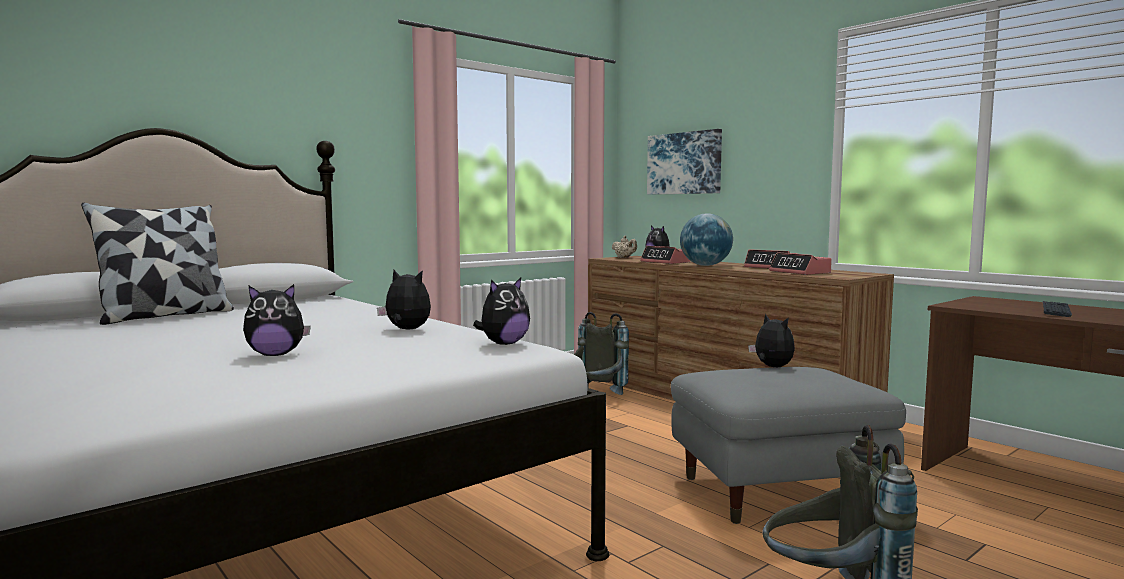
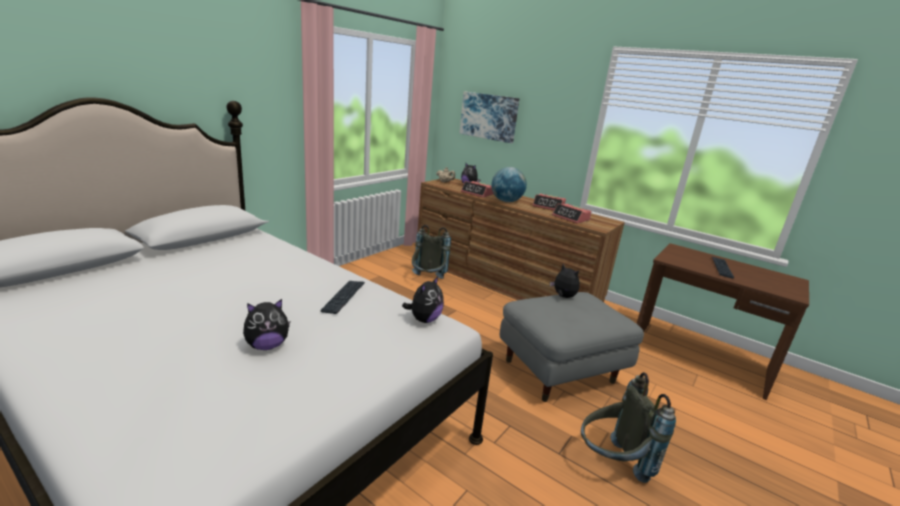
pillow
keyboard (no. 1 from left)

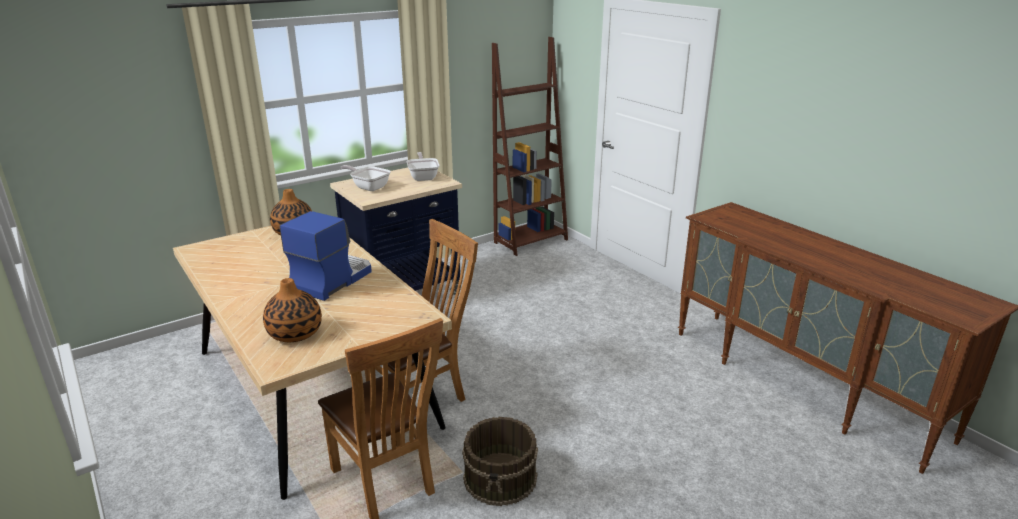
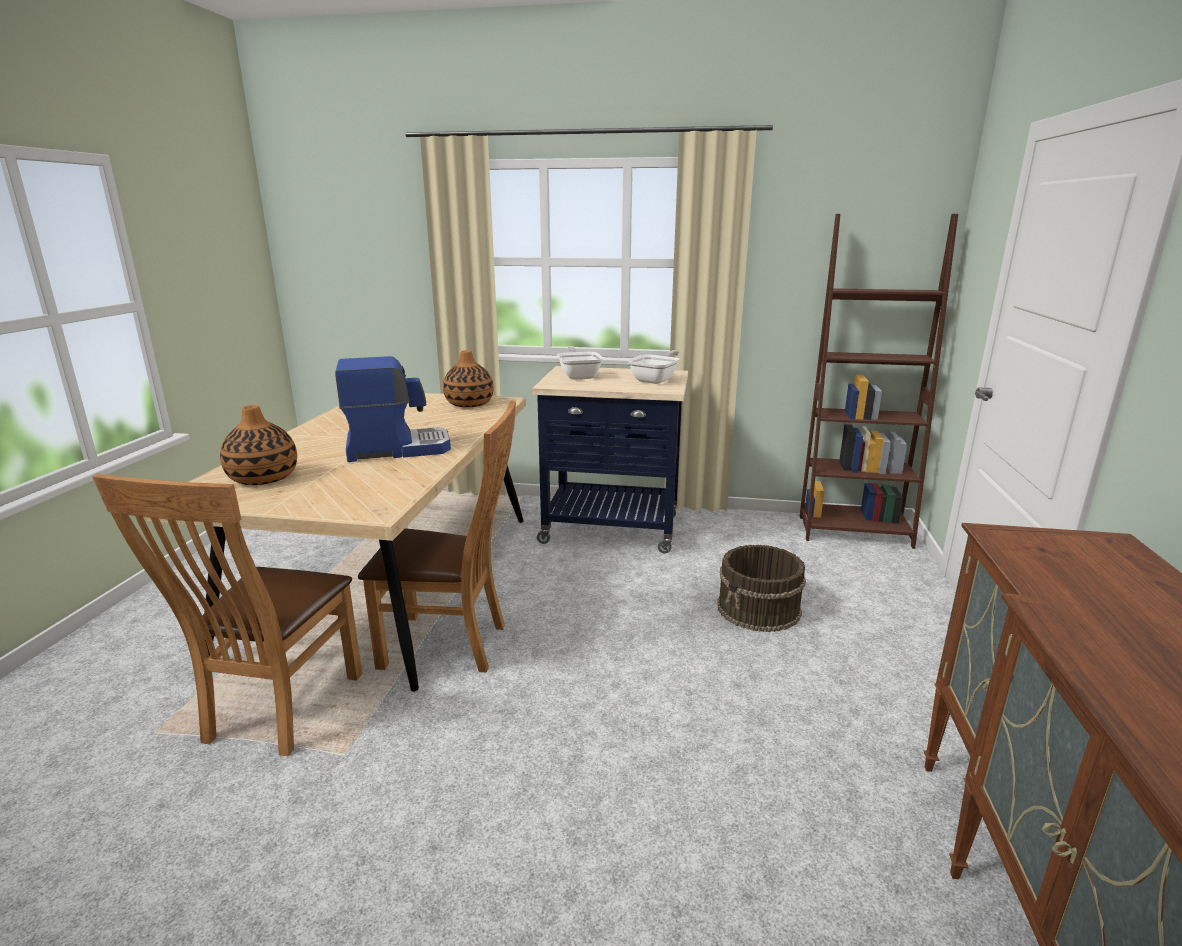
brown bucket

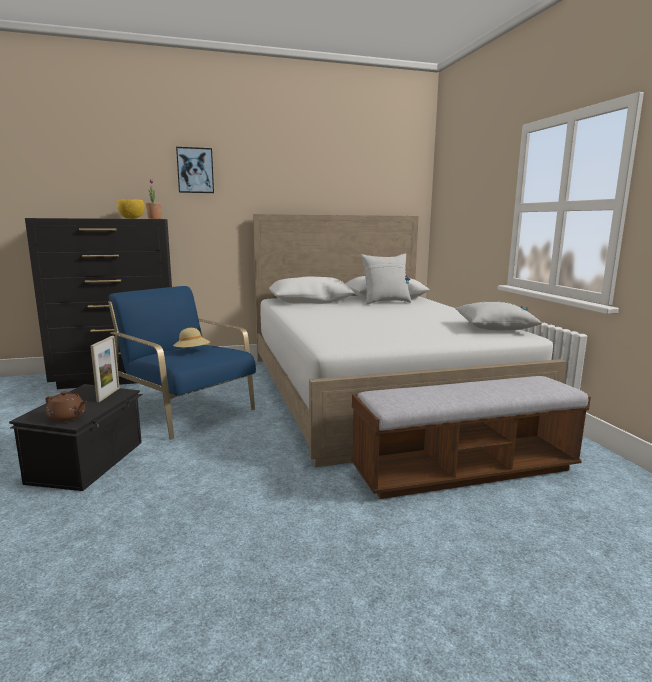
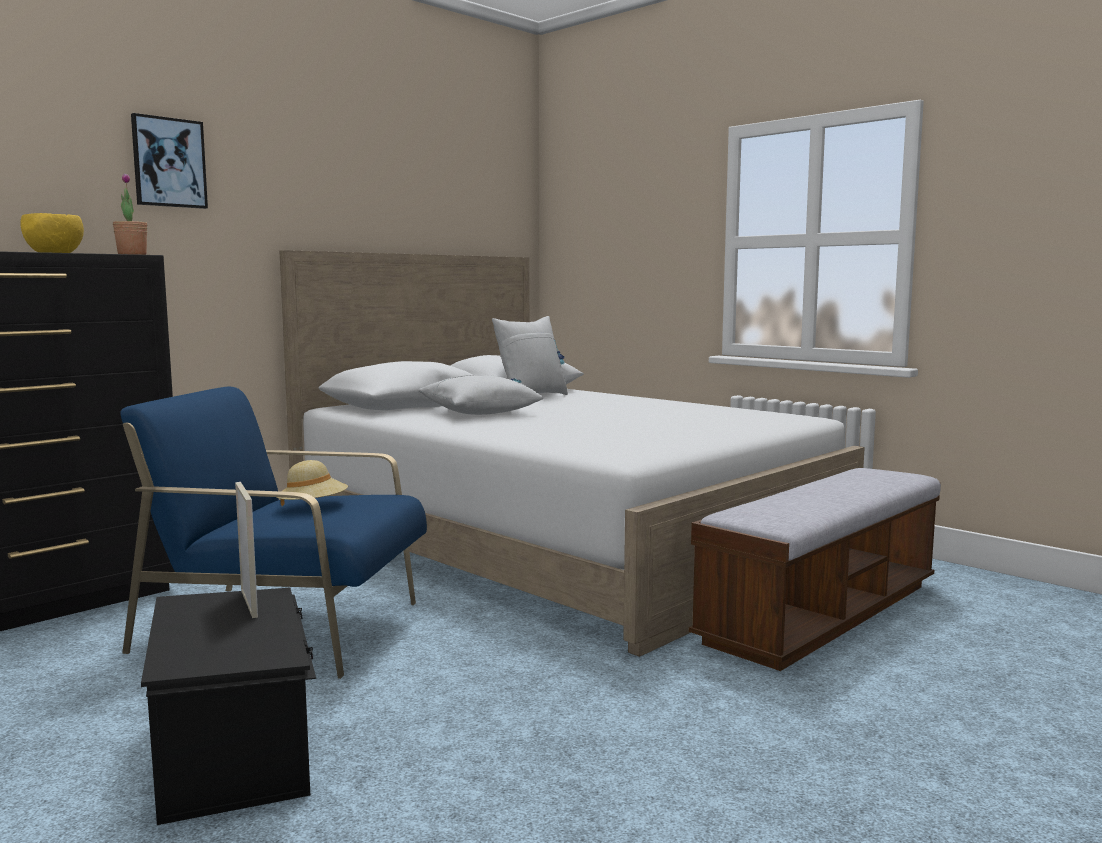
brown teapot
grey pillow (no. 1 from left)

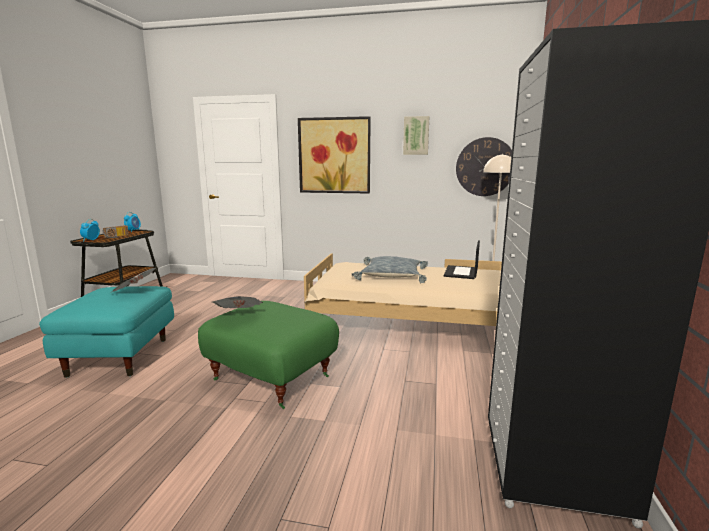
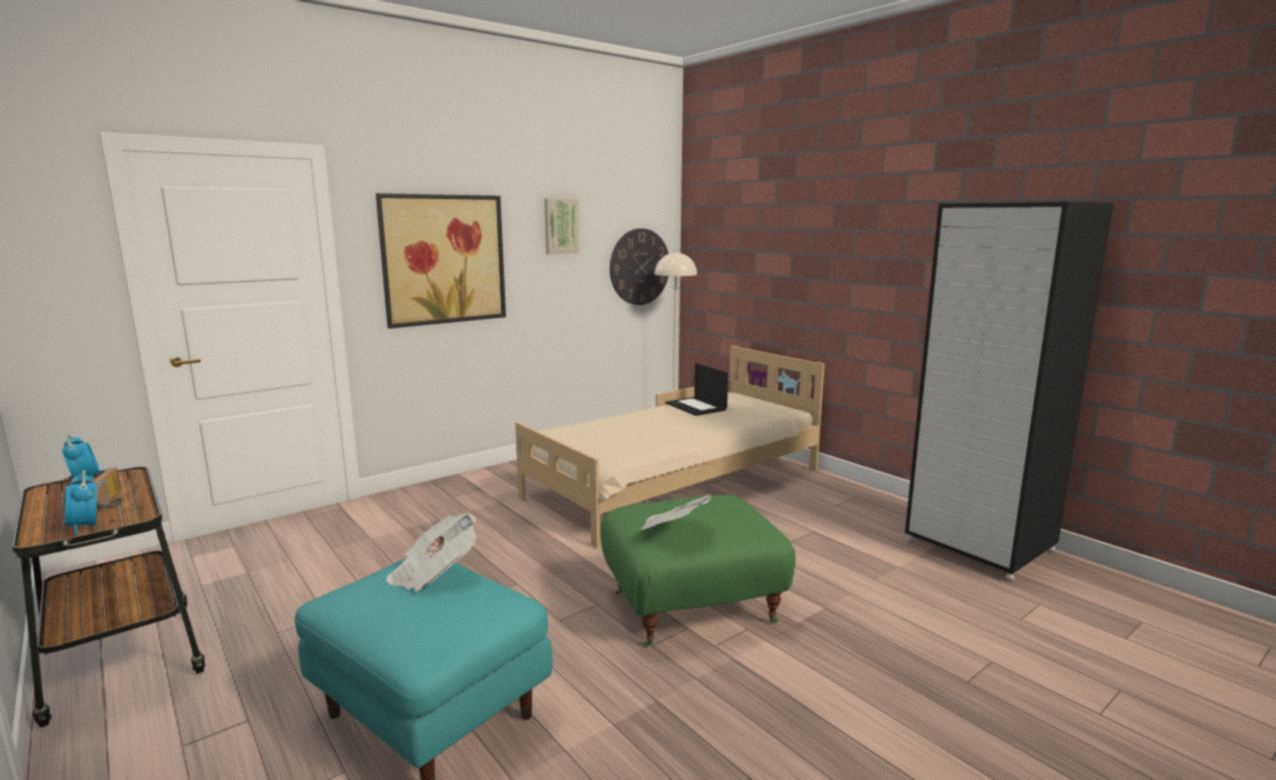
pillow

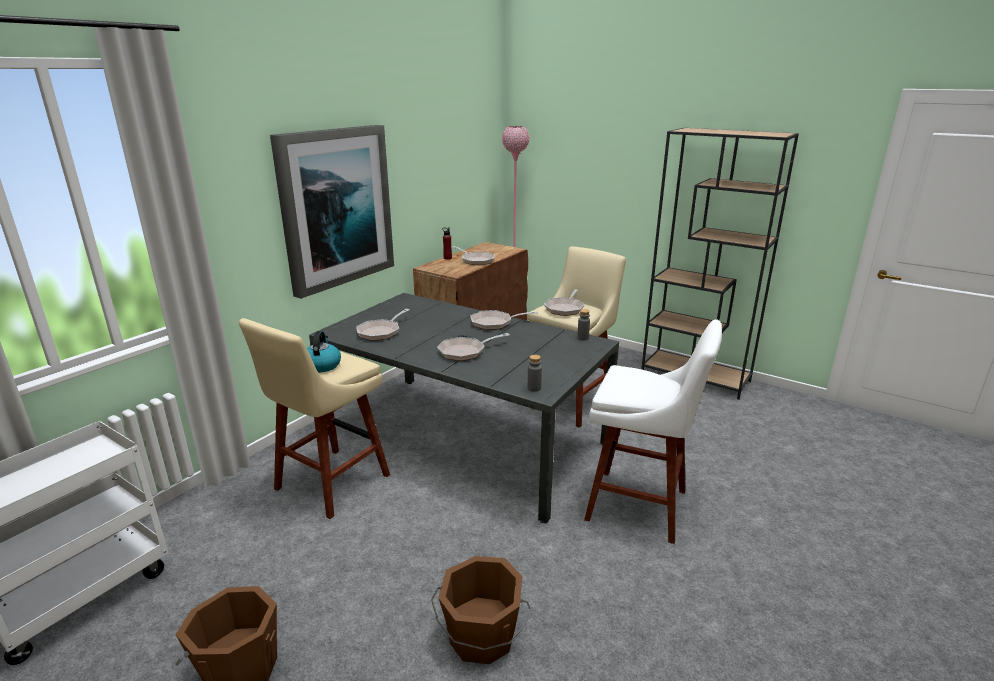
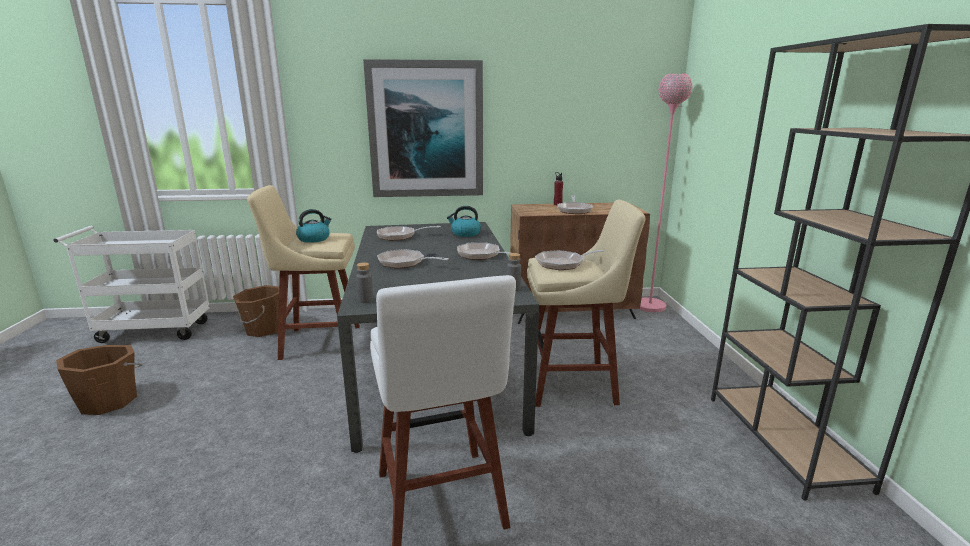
kettle (no. 2 from left)
brown bucket (no. 2 from left)

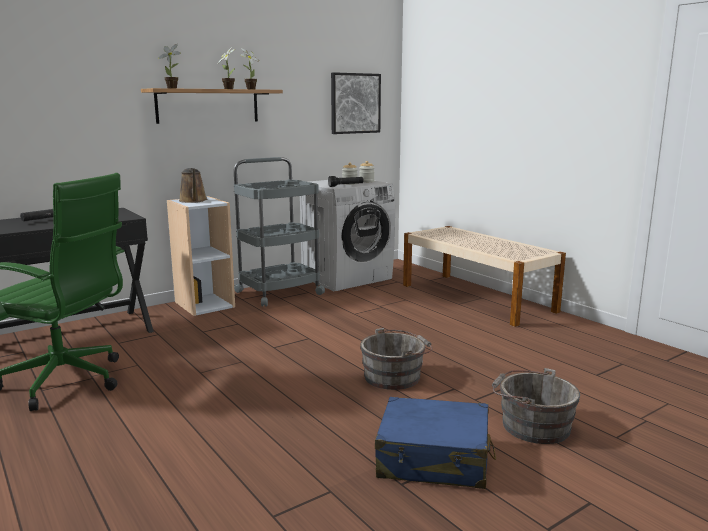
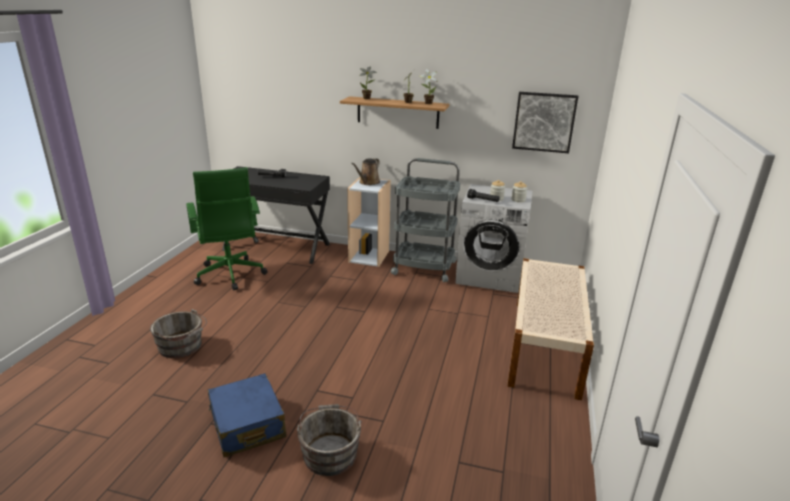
grey bucket (no. 1 from left)

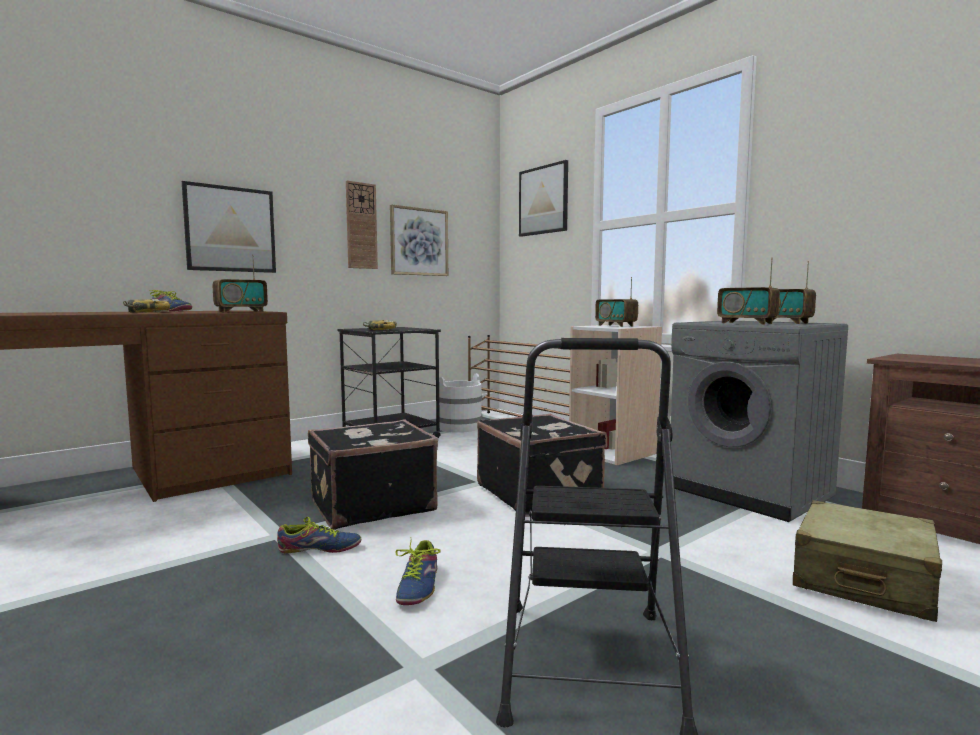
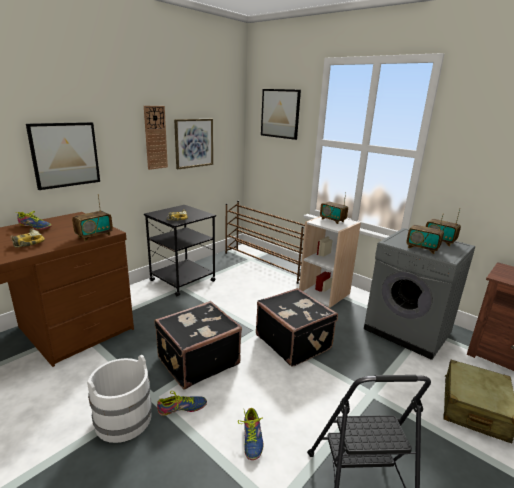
white bucket

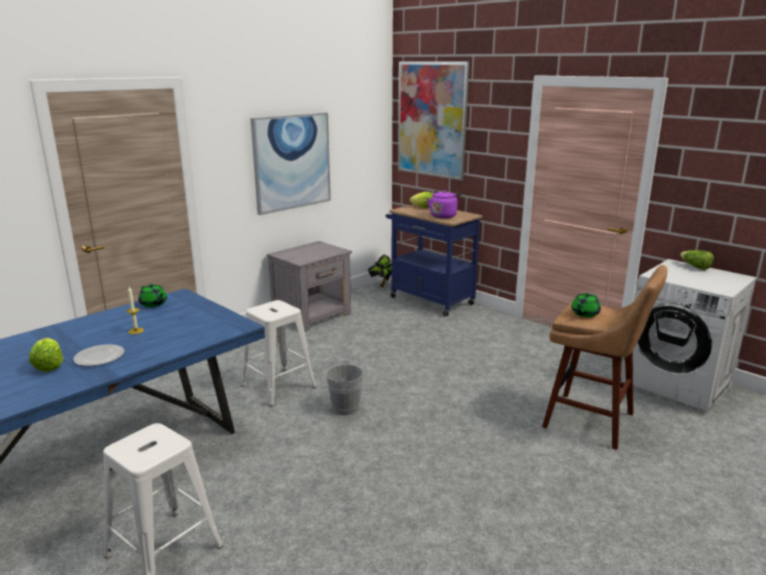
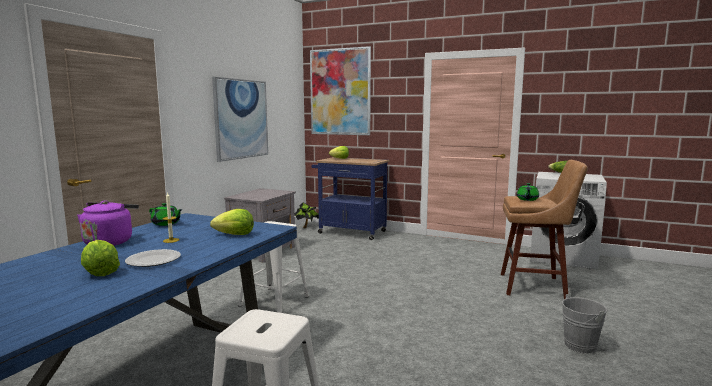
lettuce (no. 2 from left)
grey bucket
purple kettle

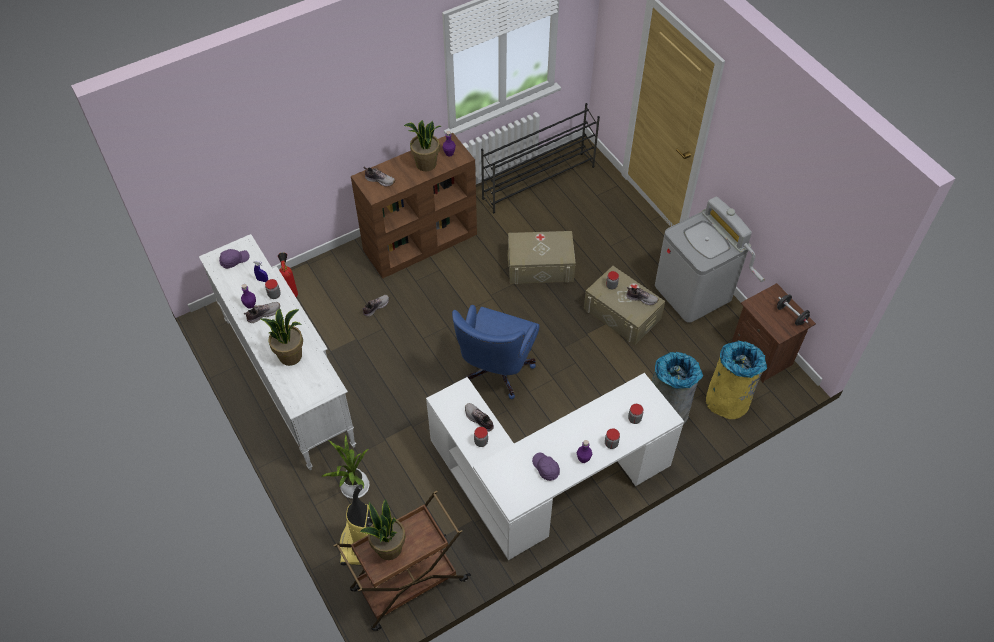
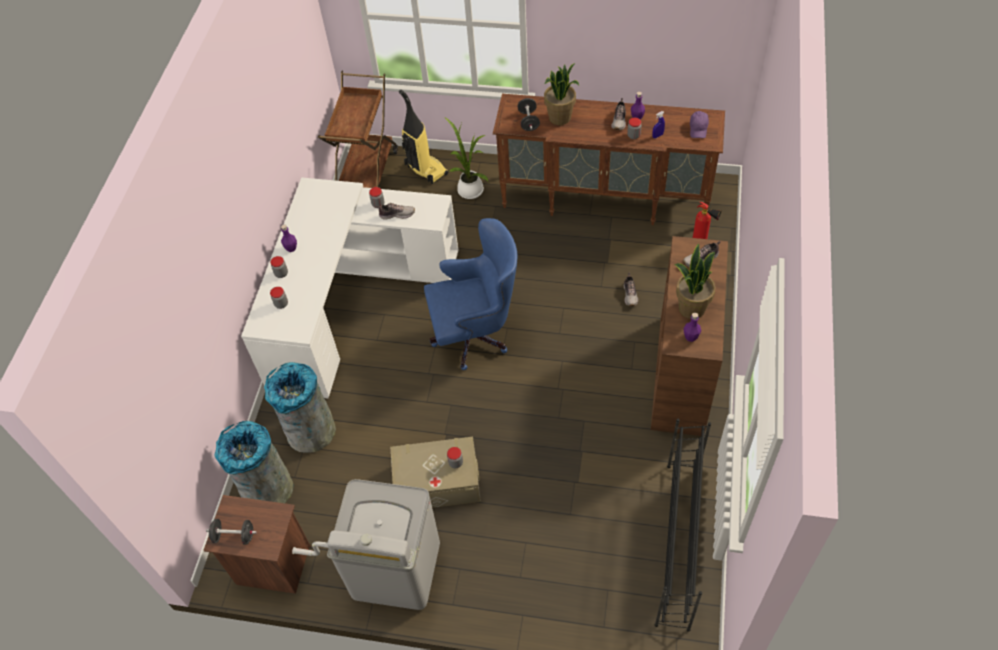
potted plant (no. 3 from left in the first image)
beige storage box (no. 1 from left in the first image)
purple cap (no. 2 from left in the first image)
shoe (no. 5 from left in the first image)
black dumbbell (no. 2 from left)
brown cabinet
grey trash can (no. 1 from left)
blue office chair

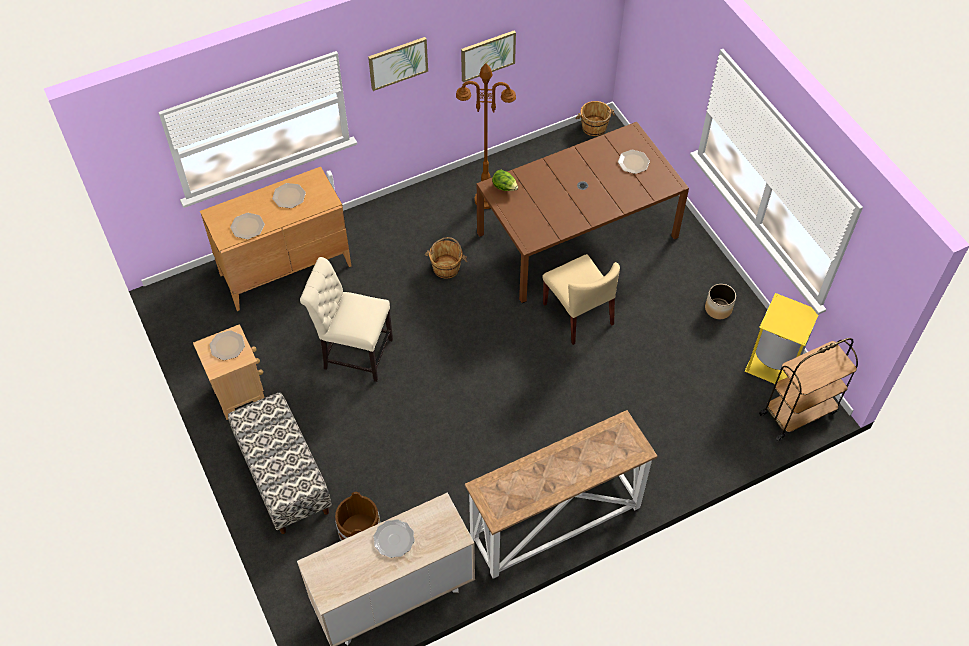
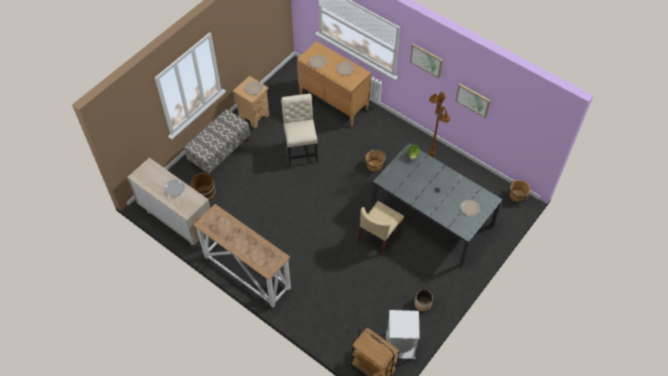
grey dining table
white trash can

